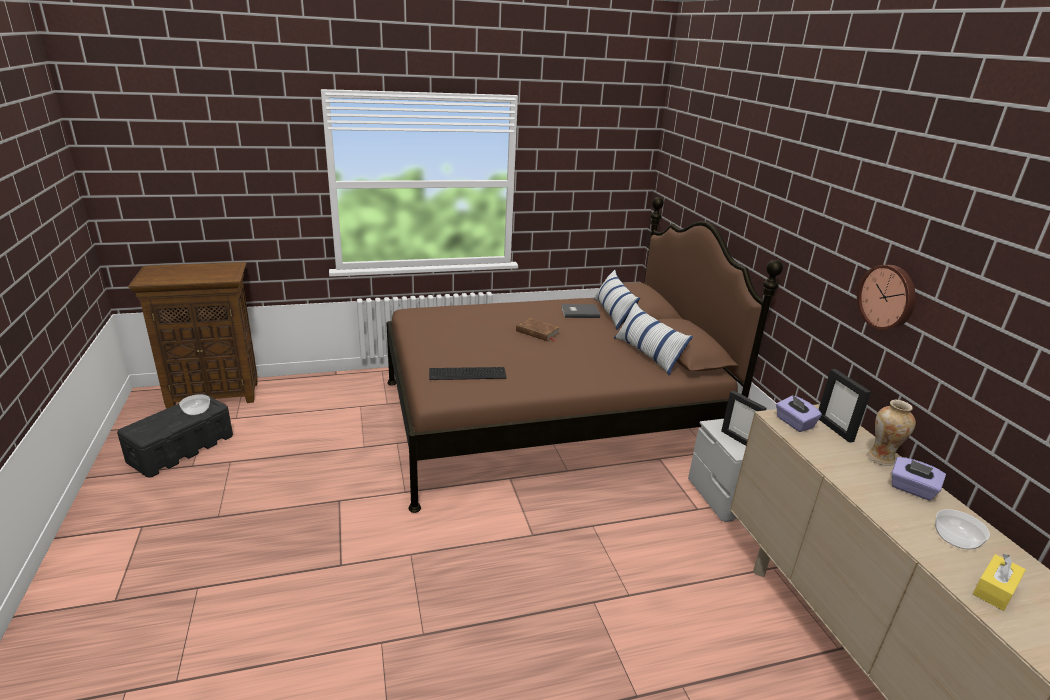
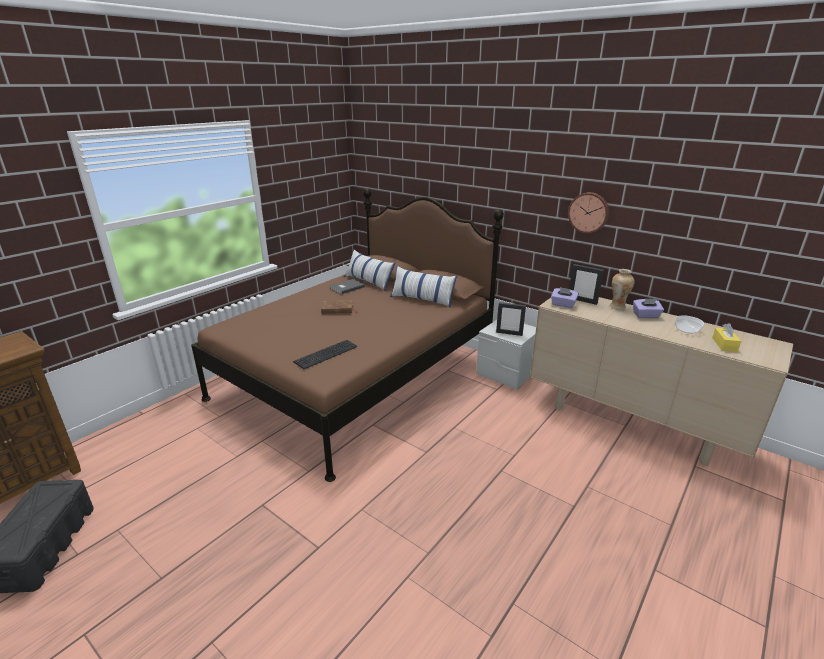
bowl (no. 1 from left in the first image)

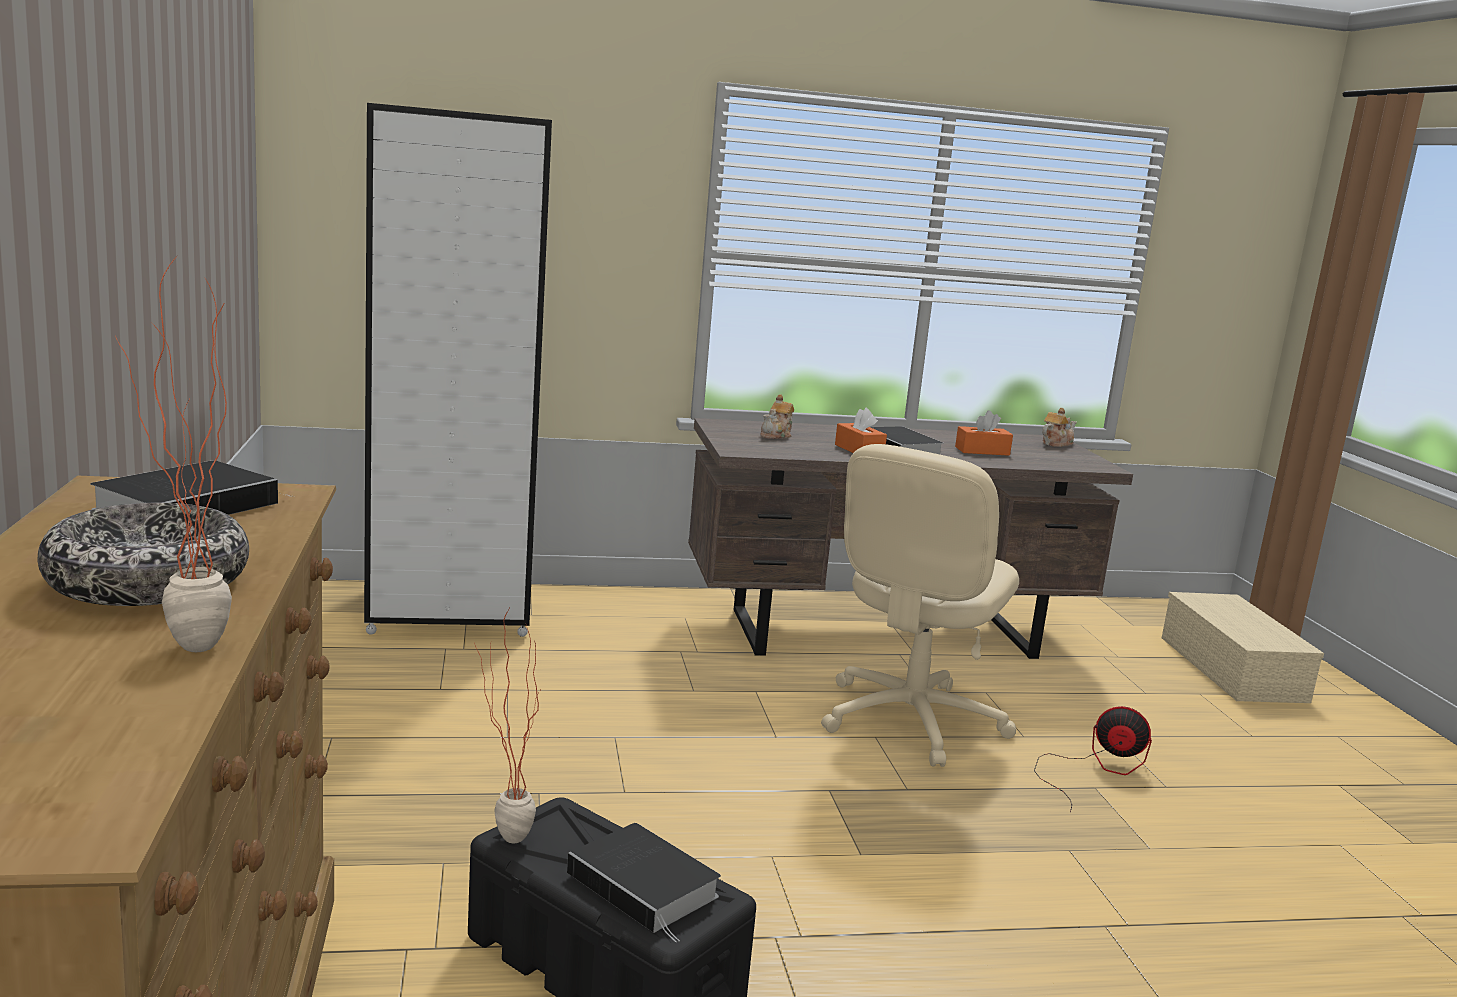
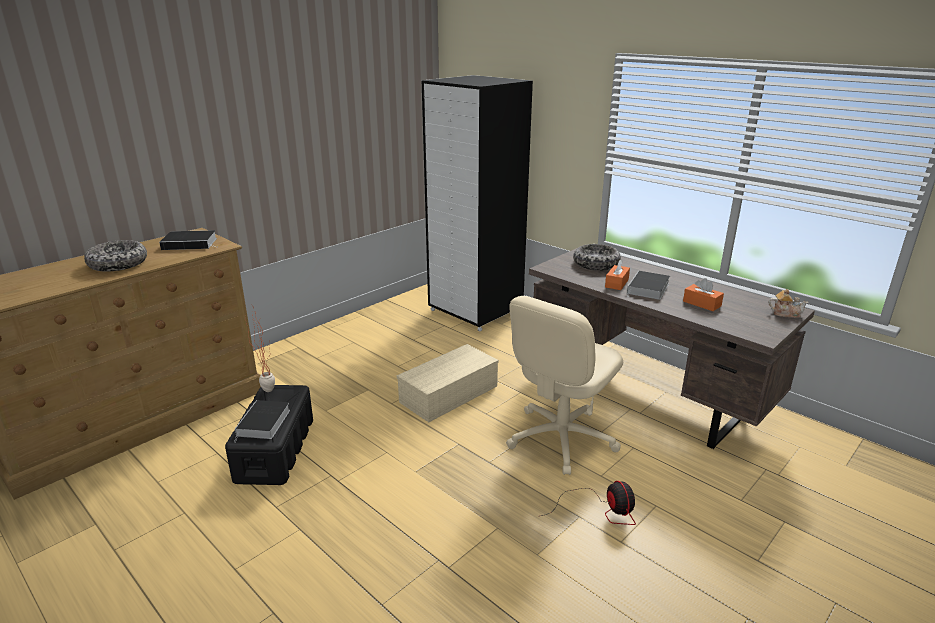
potted plant (no. 1 from left in the first image)
beige storage box
bowl (no. 2 from left)
beige office chair

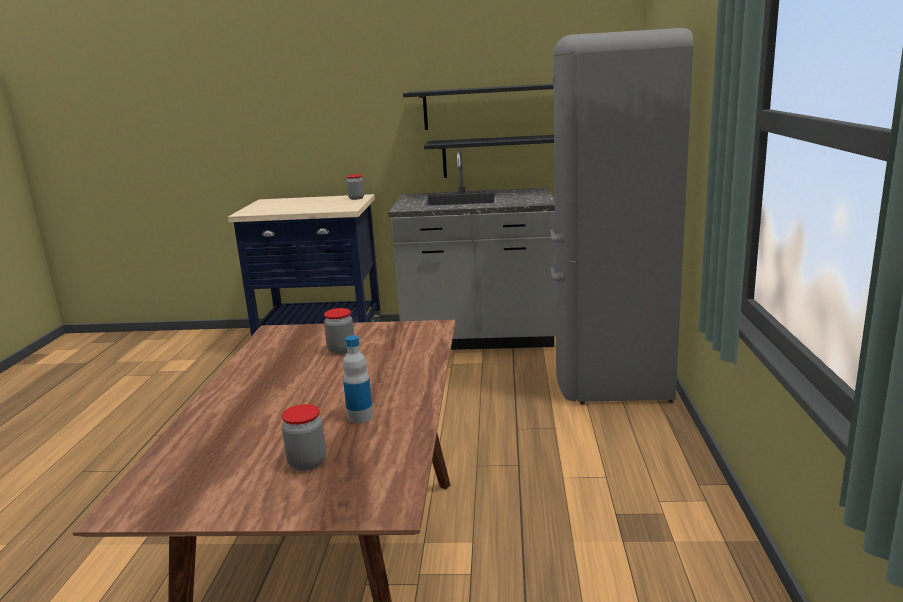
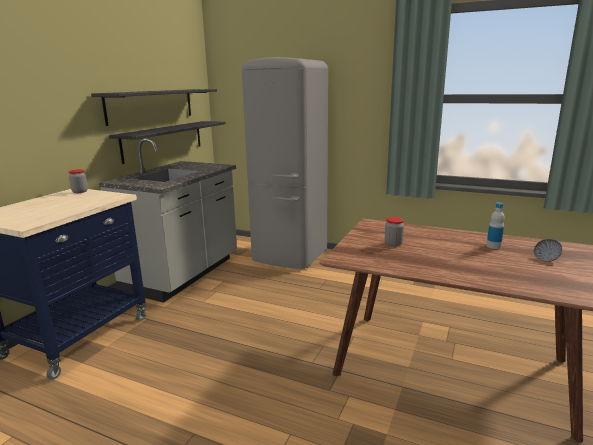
bowl

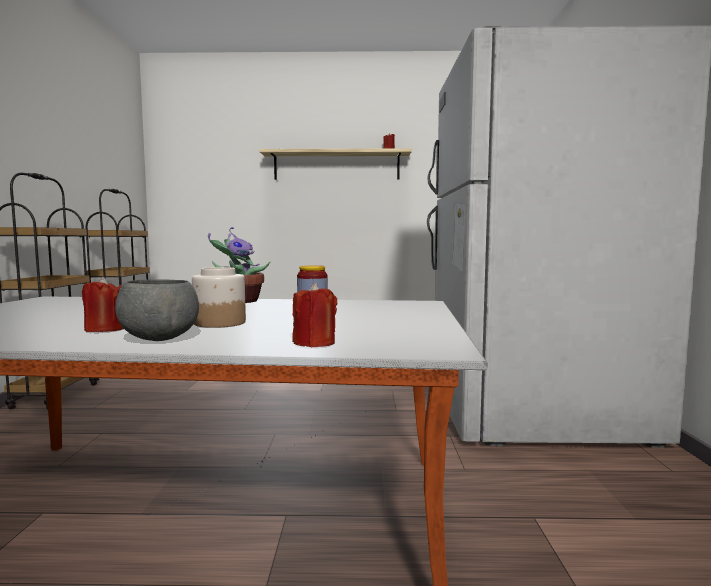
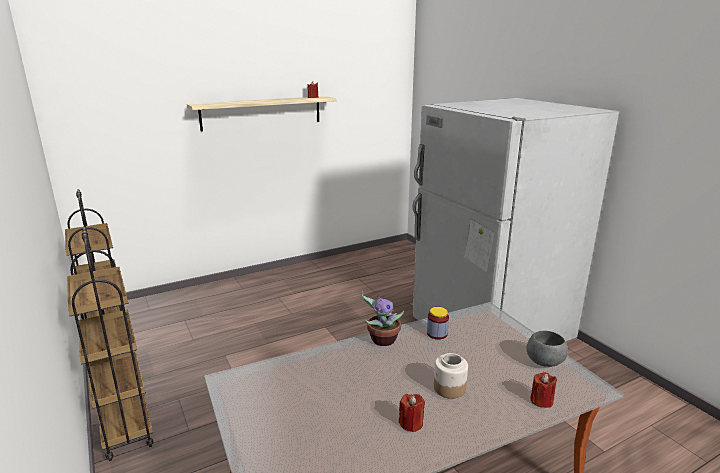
grey bowl

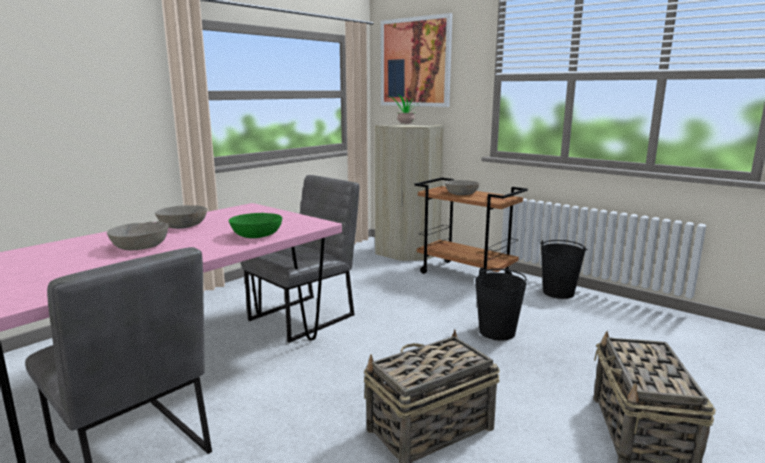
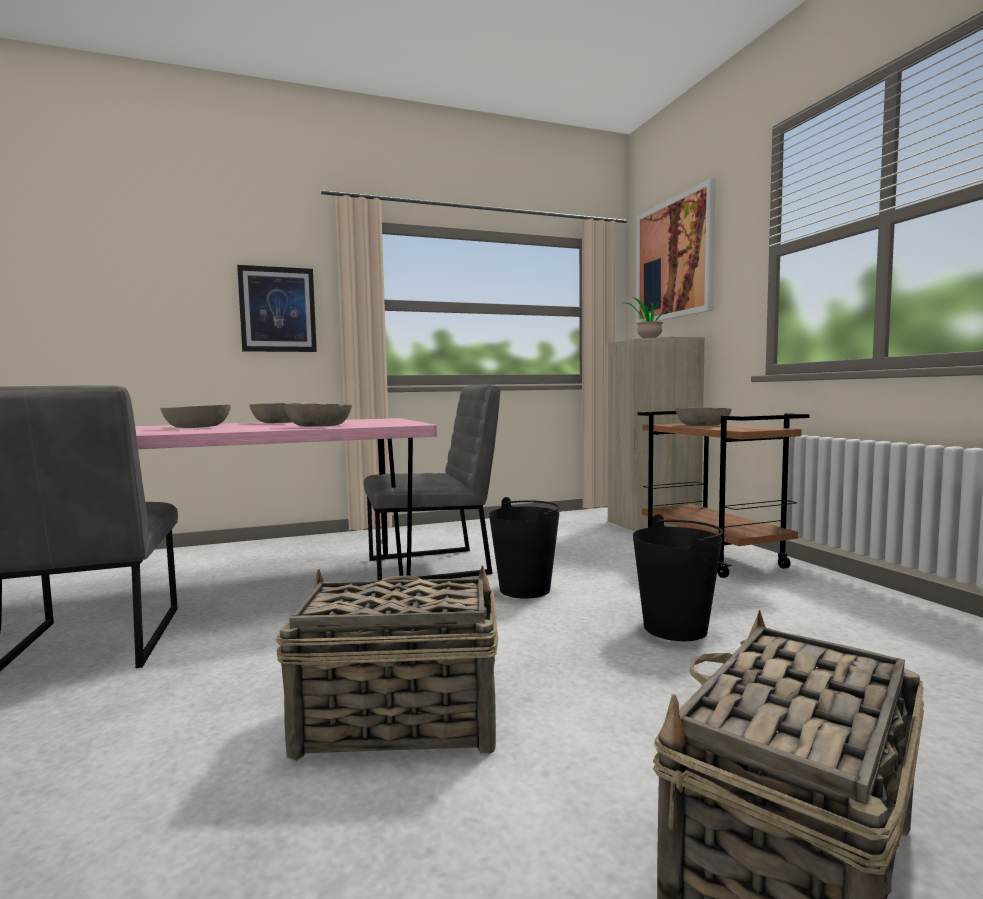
picture (no. 1 from left)
black bucket (no. 1 from left)
grey bowl (no. 3 from left)

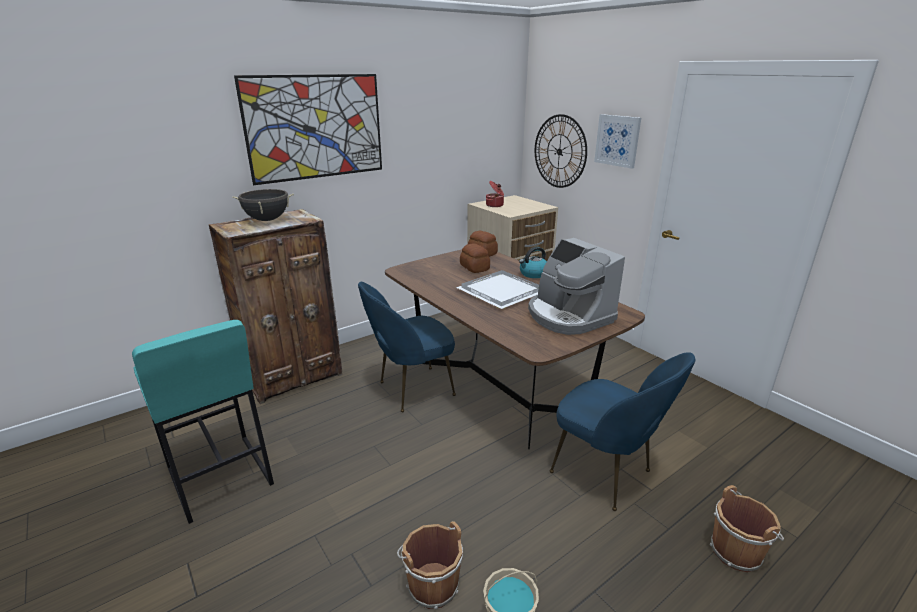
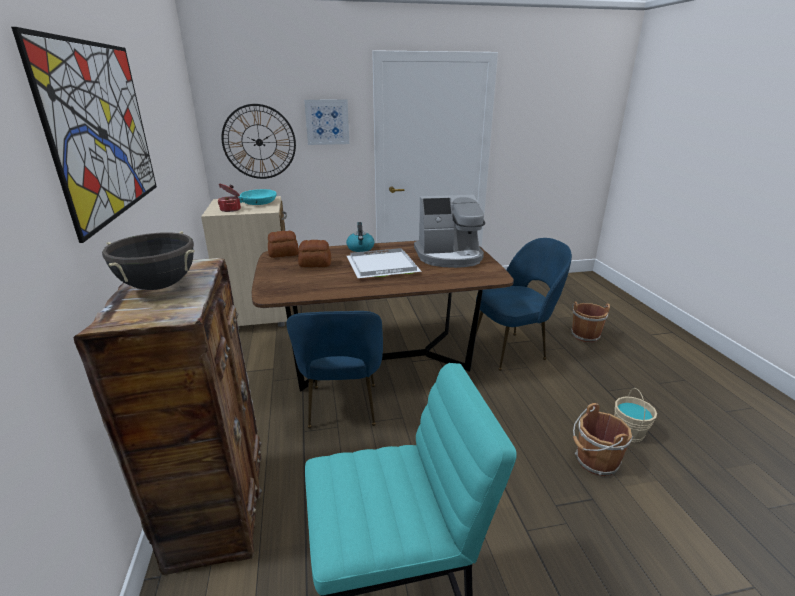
turquoise bowl

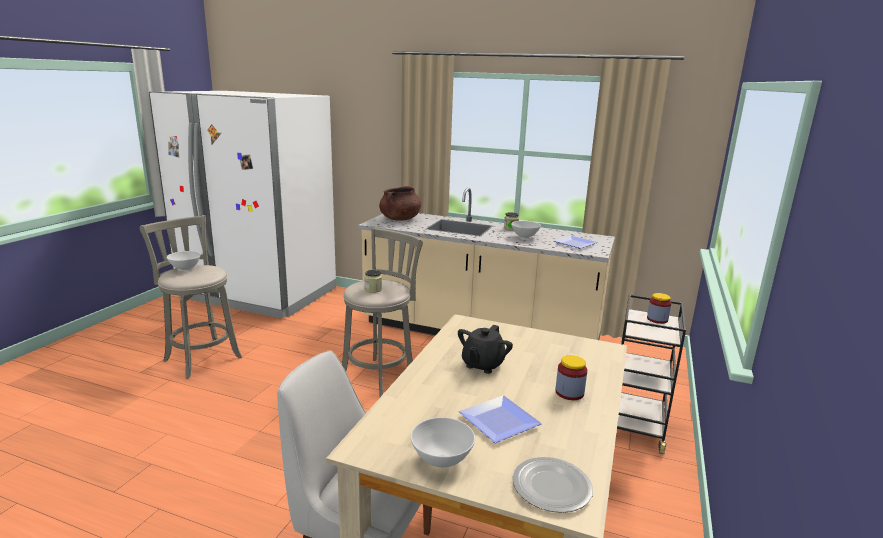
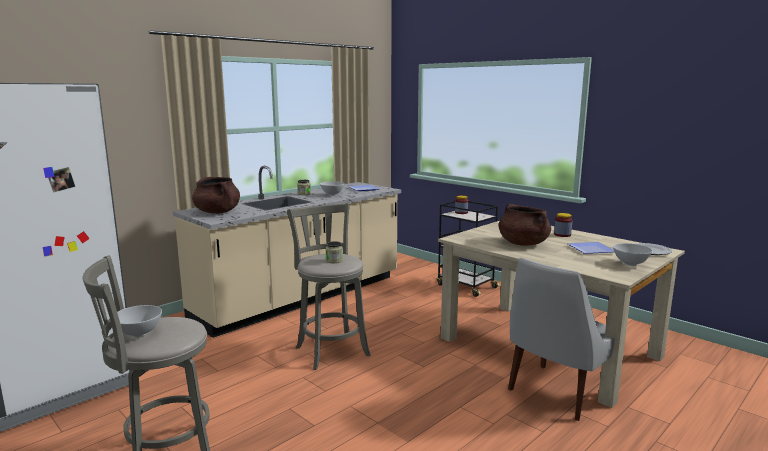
brown cooking pot (no. 2 from left)

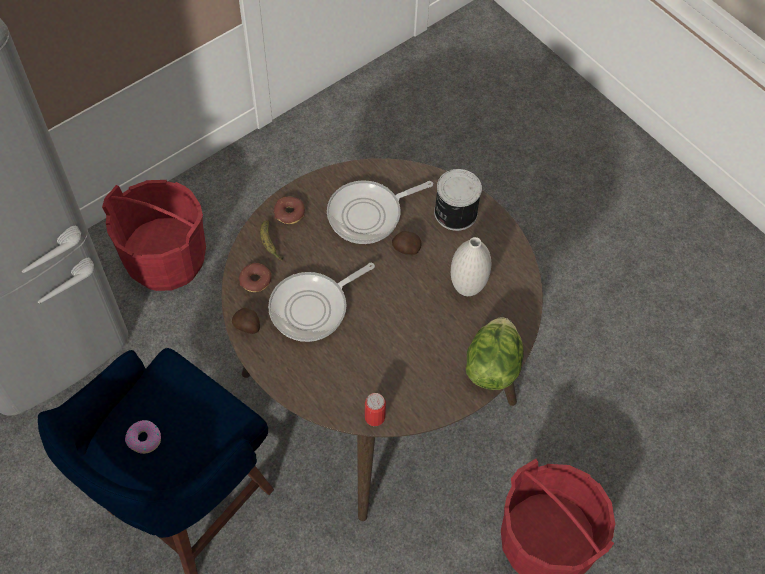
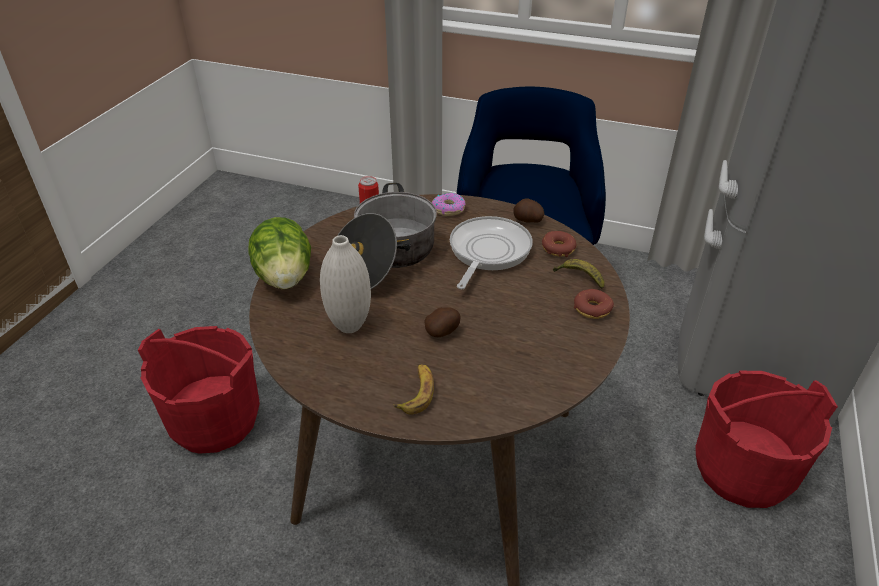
frying pan (no. 2 from left in the first image)
cooking pot
donut (no. 1 from left)
banana (no. 1 from left)

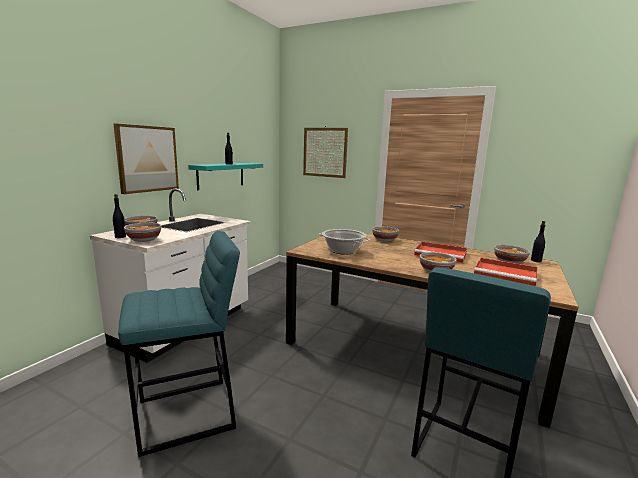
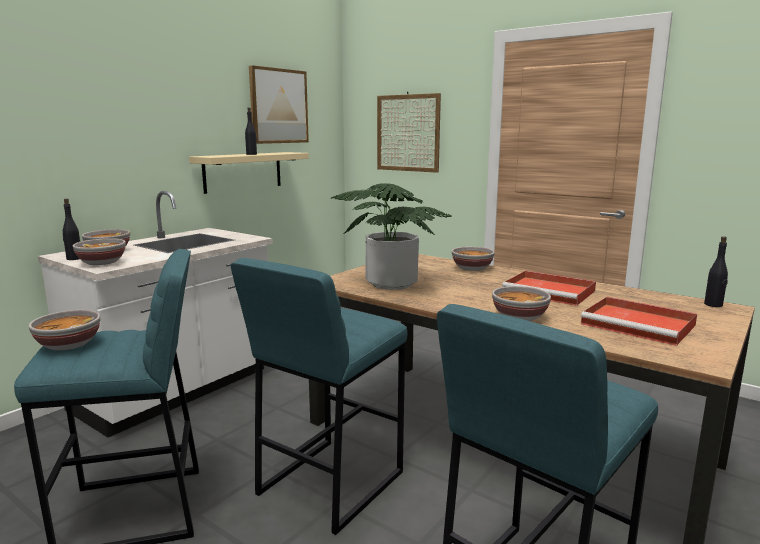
turquoise stool (no. 2 from left)
picture (no. 1 from left)
bowl (no. 1 from left)
potted plant
beige shelf

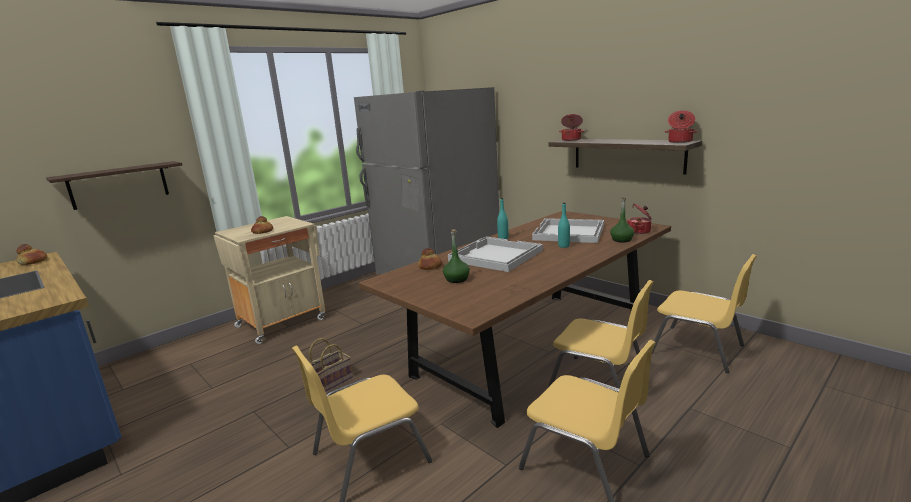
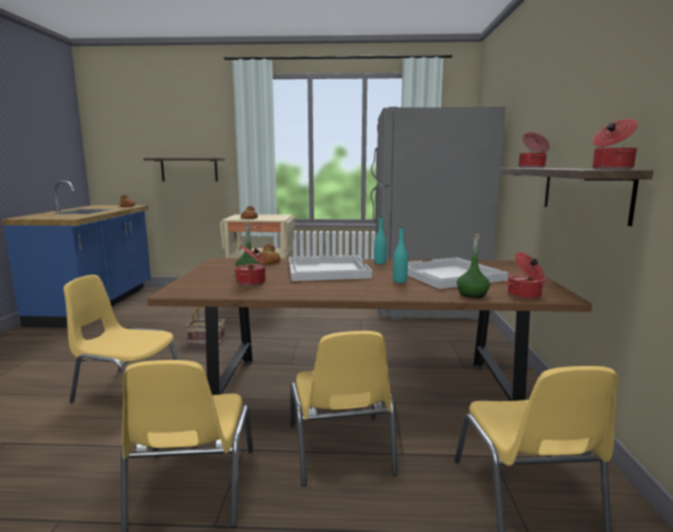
cooking pot (no. 1 from left)

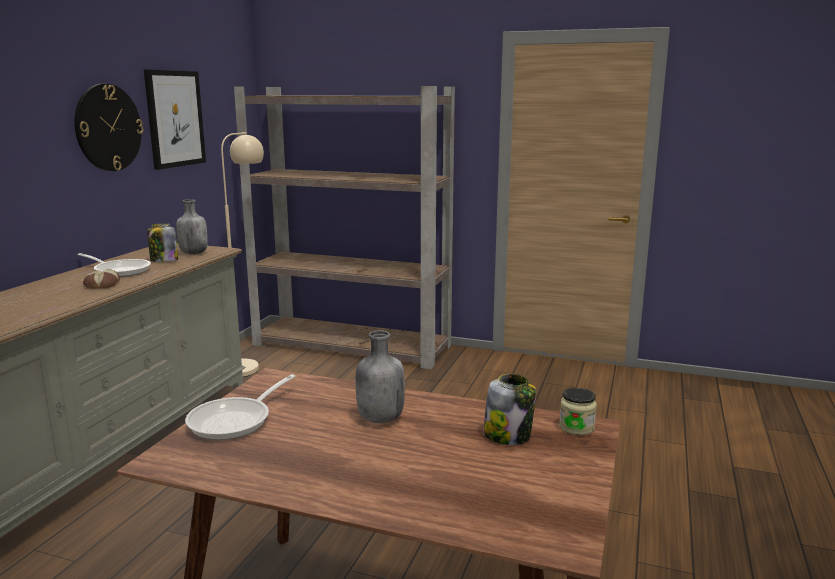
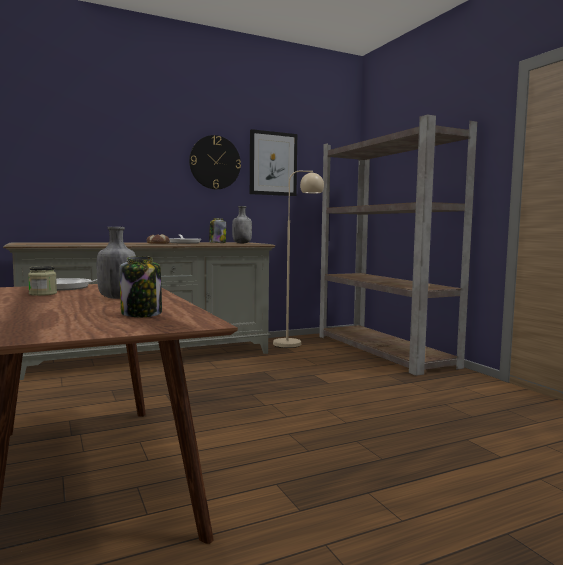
jar (no. 1 from left)

